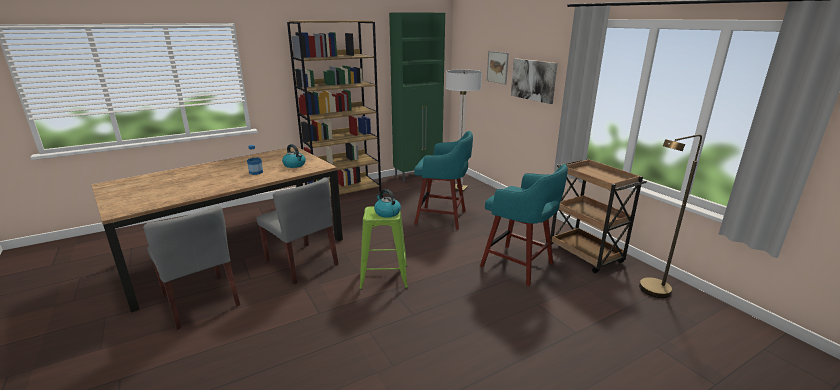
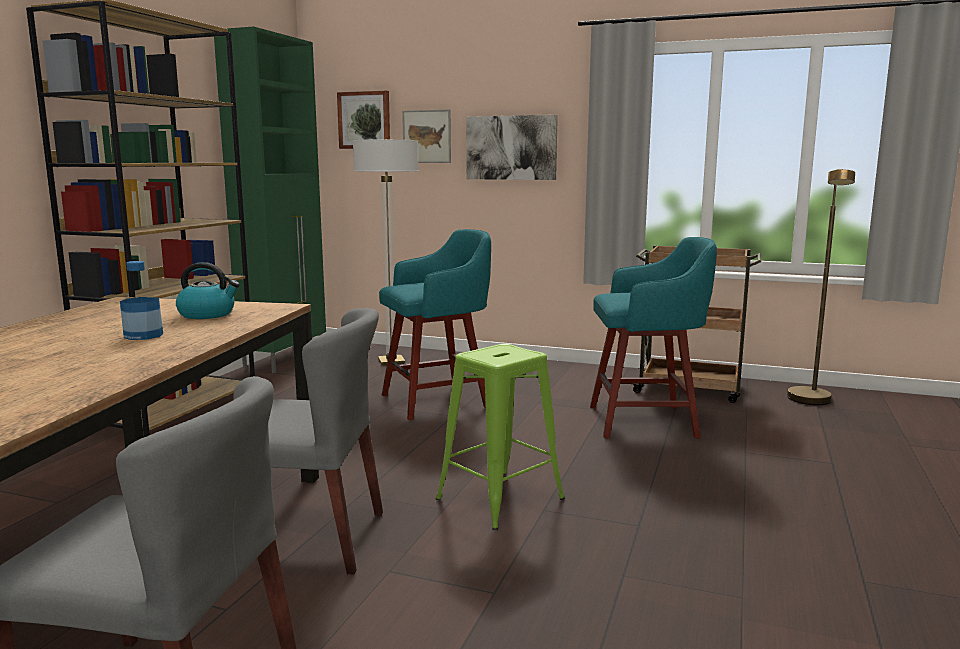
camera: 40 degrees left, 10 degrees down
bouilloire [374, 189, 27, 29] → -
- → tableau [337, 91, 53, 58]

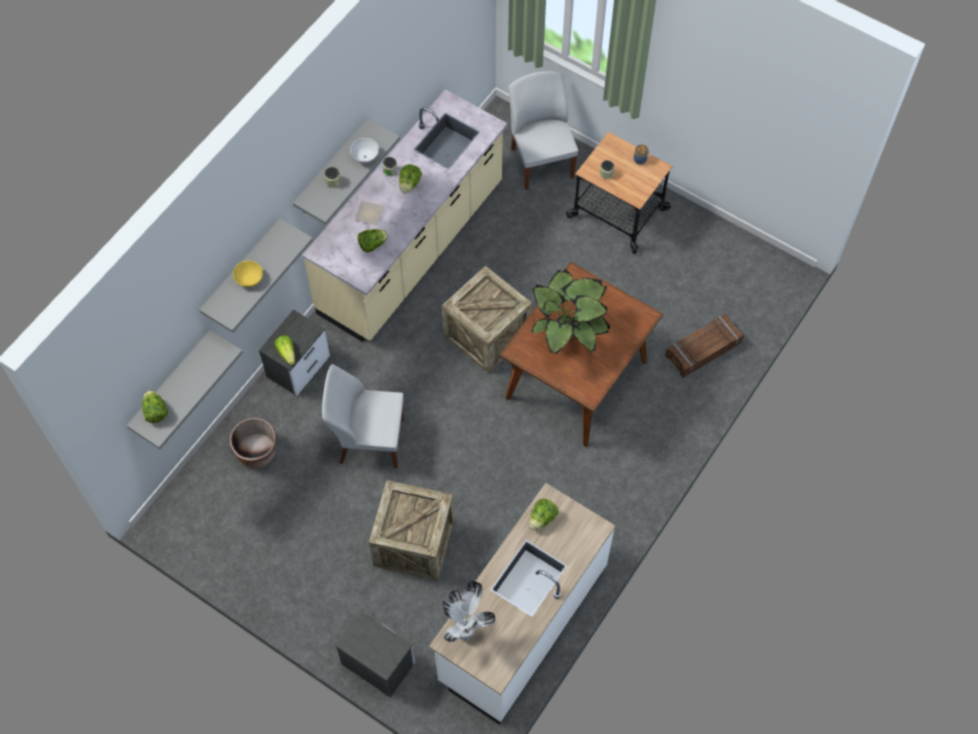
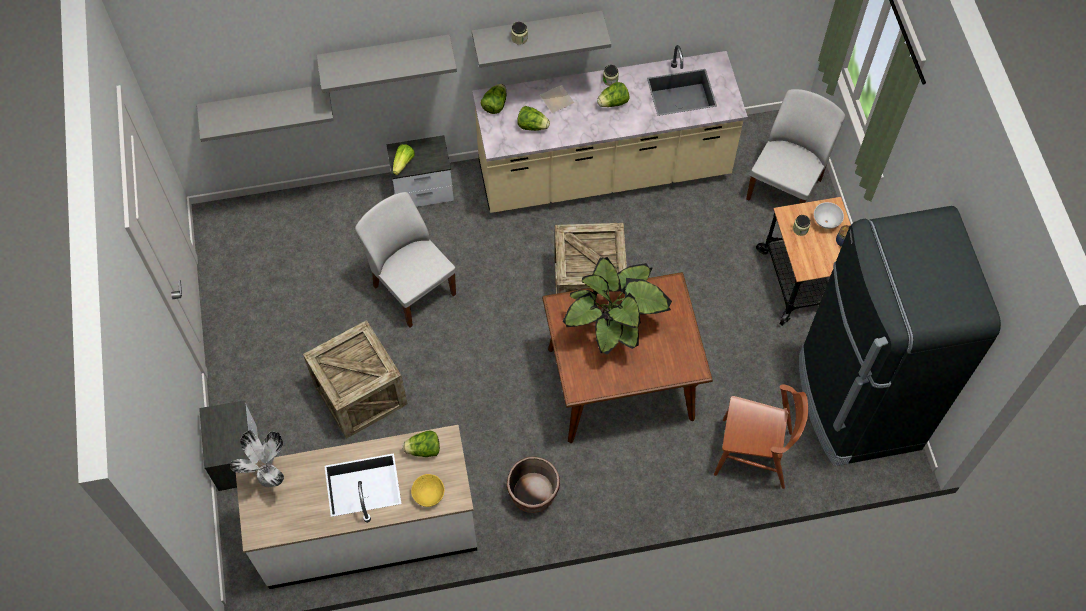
camera: 45 degrees right, 0 degrees up
laitue [142, 390, 26, 33] → laitue [481, 84, 25, 30], shifted
cache-pot [marron] [229, 418, 48, 50] → cache-pot [marron] [507, 457, 53, 56], shifted
bol [jaune] [233, 261, 30, 26] → bol [jaune] [411, 474, 33, 33], shifted
bol [blanc] [350, 138, 29, 25] → bol [blanc] [814, 202, 30, 27], shifted
caisse [665, 314, 79, 64] → chaise [marron] [714, 384, 94, 105]
- → réfrigérateur [noir] [799, 206, 202, 260]

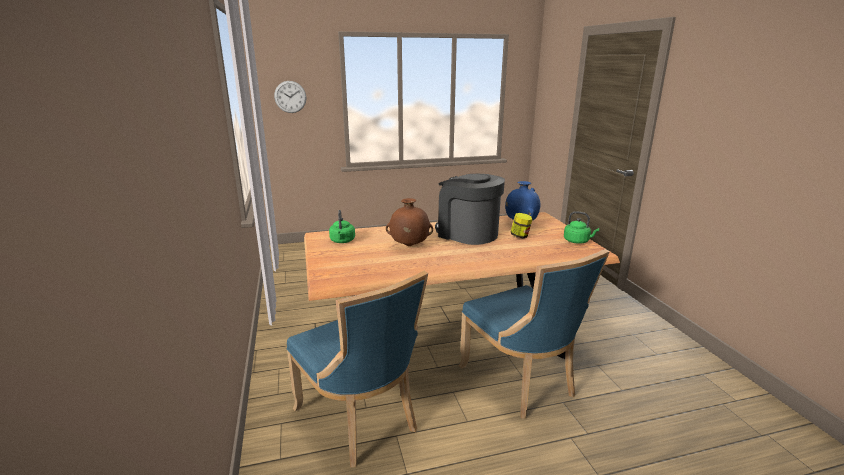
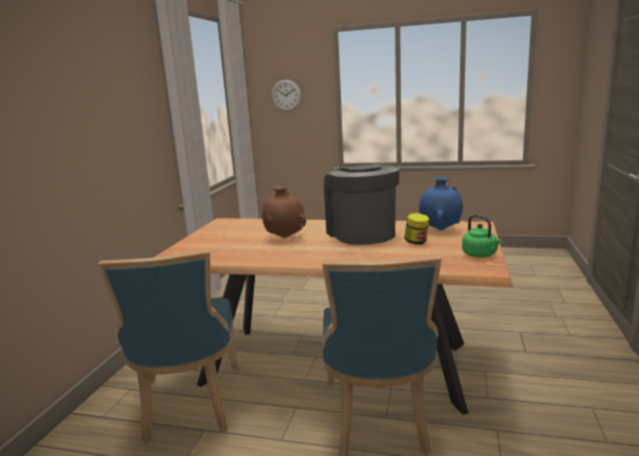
camera: 30 degrees right, 5 degrees down
bouilloire [vert] [329, 210, 26, 33] → -

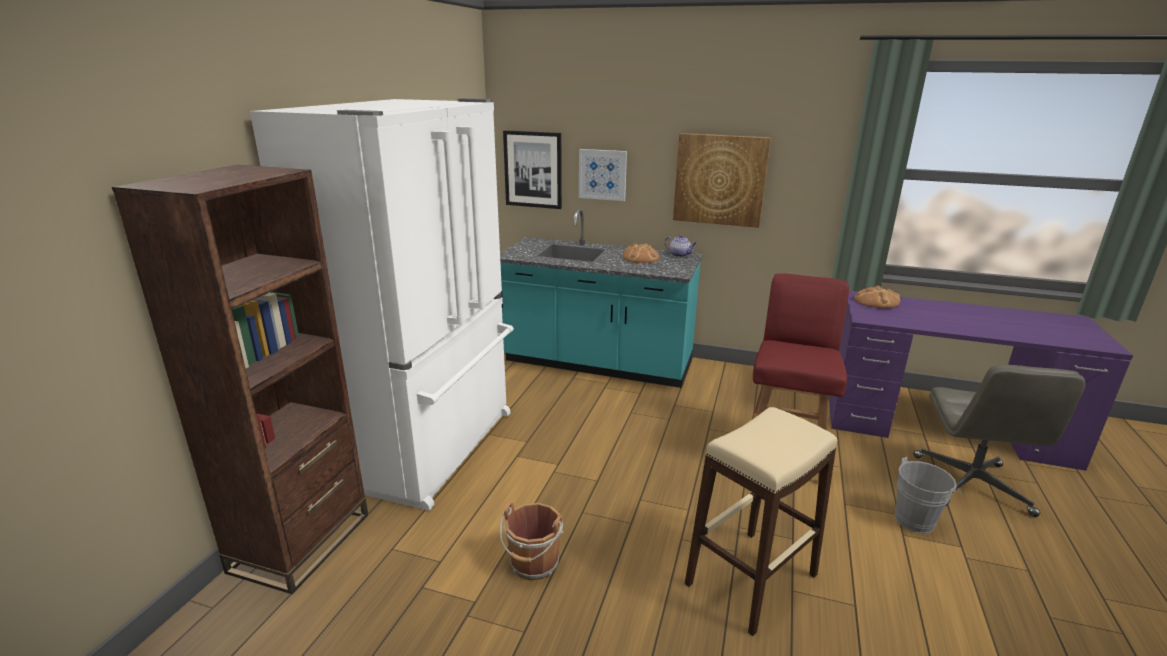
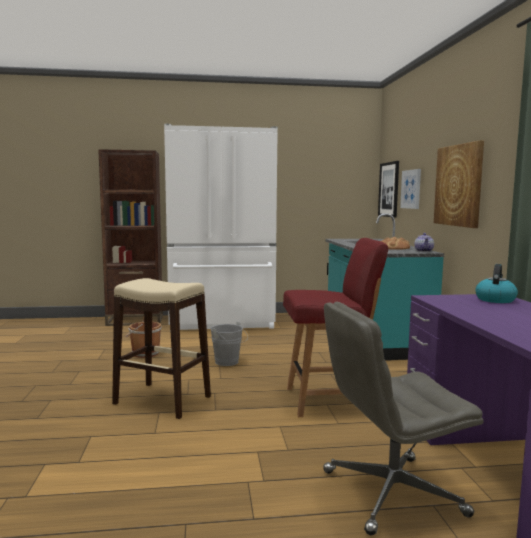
camera: 65 degrees right, 15 degrees down
pain [854, 286, 46, 23] → bouilloire [475, 264, 43, 39]
seau [gris] [895, 457, 67, 76] → seau [gris] [210, 322, 38, 44], shifted

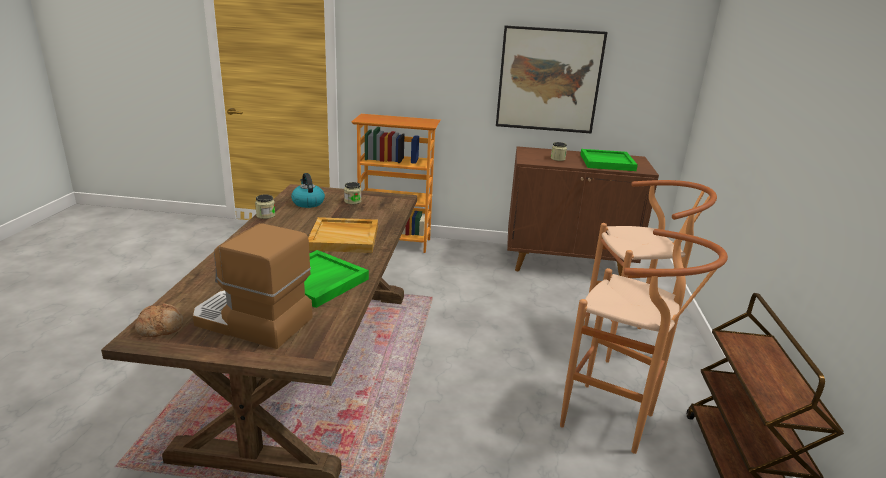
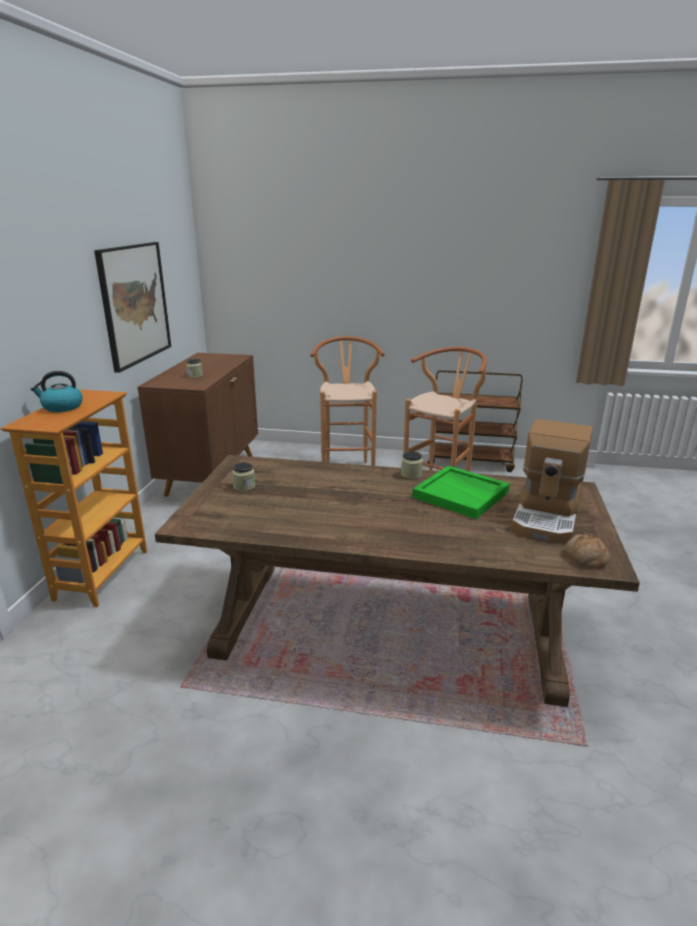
camera: 85 degrees left, 0 degrees up
bocal [255, 195, 20, 24] → bocal [401, 451, 22, 28], shifted
bouilloire [291, 173, 34, 35] → bouilloire [31, 371, 52, 41], shifted
plateau [beige] [308, 217, 70, 36] → -
plateau [vert] [580, 149, 58, 22] → -

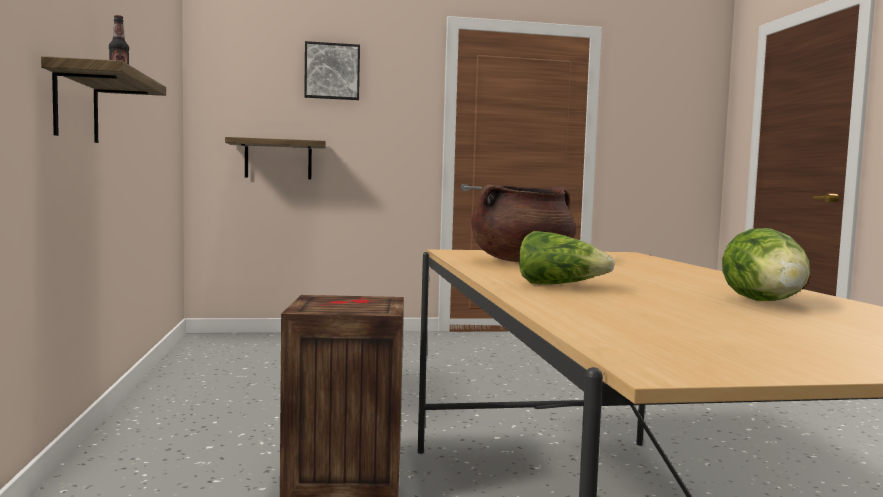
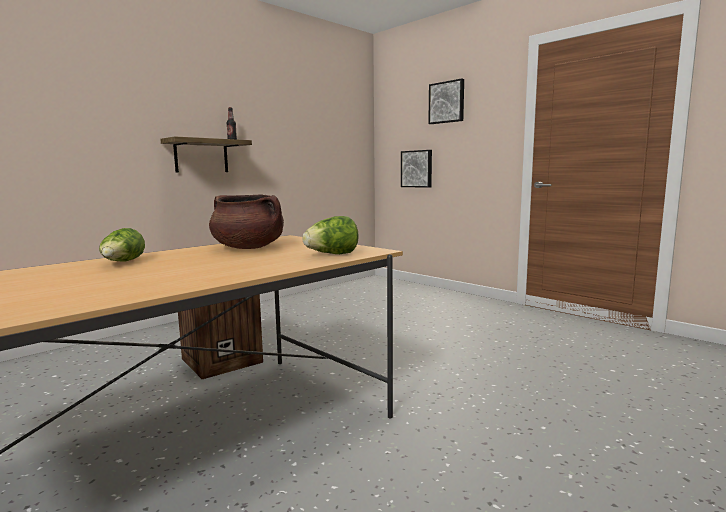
camera: 55 degrees right, 5 degrees up
étagère [225, 137, 101, 42] → tableau [401, 150, 31, 38]
laitue [722, 228, 88, 73] → laitue [302, 216, 57, 38], shifted

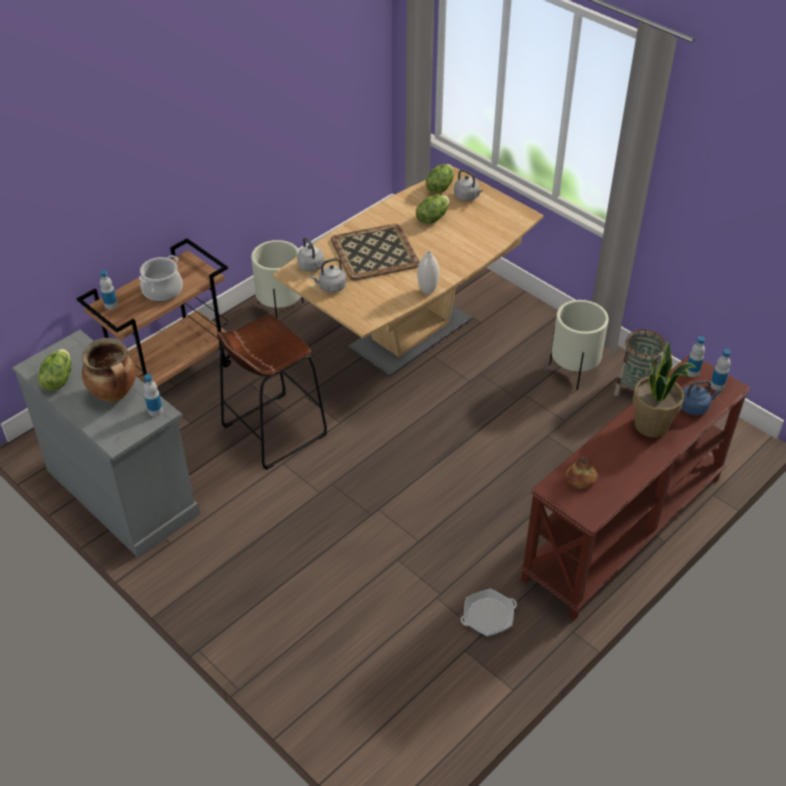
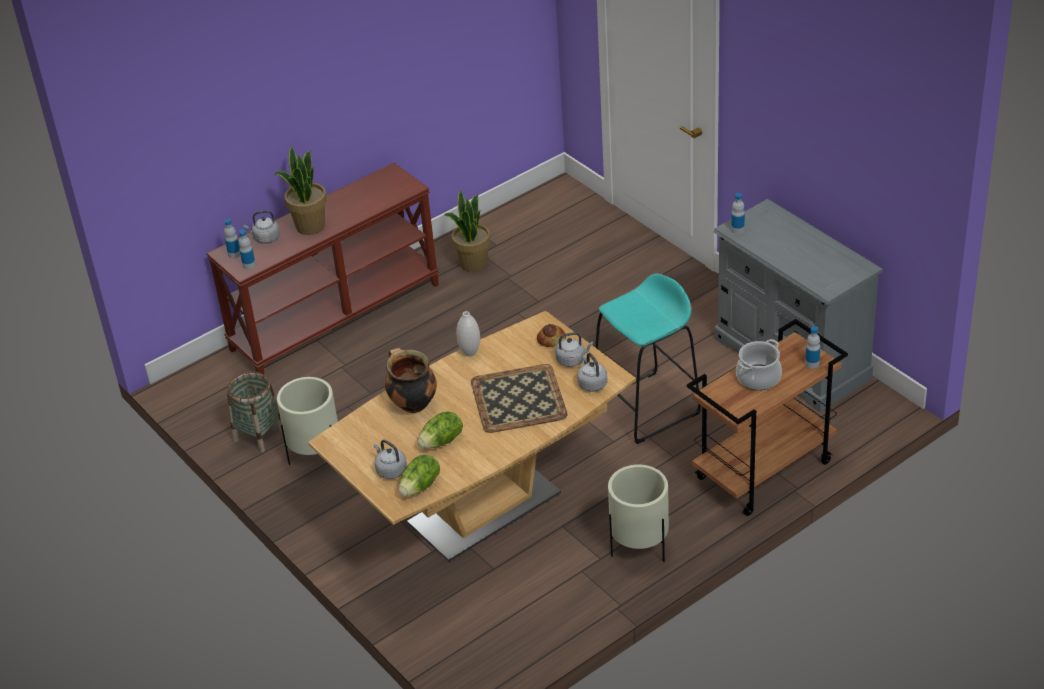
camera: 170 degrees left, 5 degrees down
laitue [37, 349, 34, 42] → -
marmite [82, 338, 54, 64] → marmite [385, 348, 52, 65], shifted
tabouret [marron] [217, 315, 110, 155] → tabouret [turquoise] [595, 273, 106, 171]
poêle [460, 589, 57, 47] → plante en pot [443, 190, 47, 82]
pain [565, 457, 33, 32] → pain [537, 324, 29, 23], shifted
bouilloire [bleu] [681, 380, 40, 35] → bouilloire [gris] [243, 210, 37, 34]

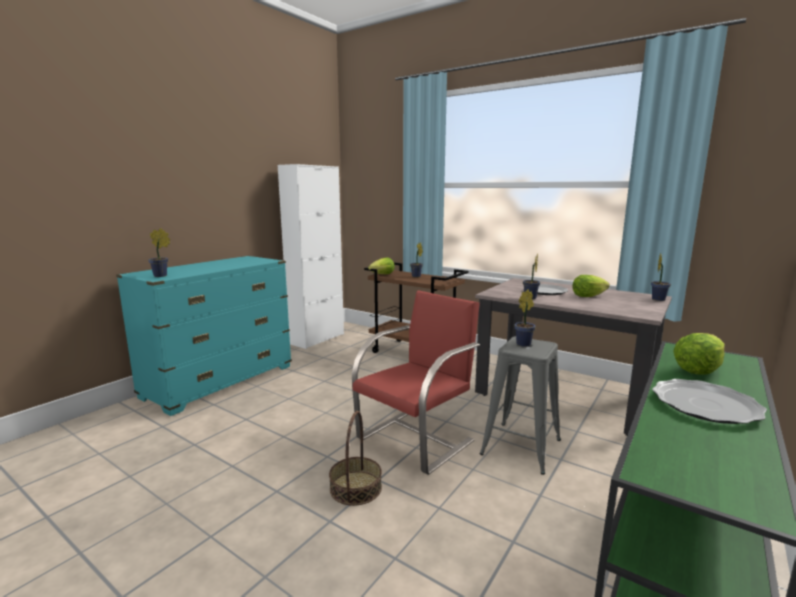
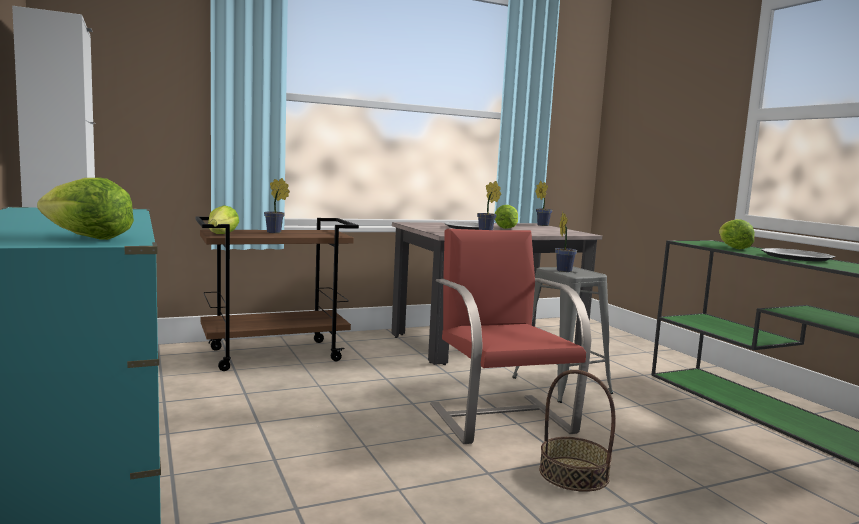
camera: 60 degrees left, 5 degrees down
plante en pot [148, 228, 22, 49] → laitue [37, 178, 97, 62]

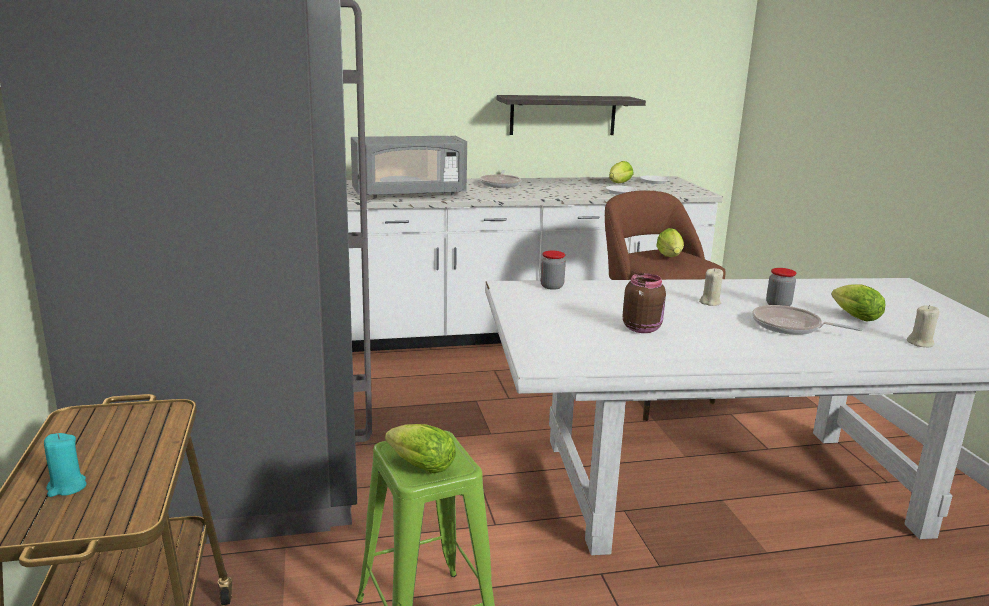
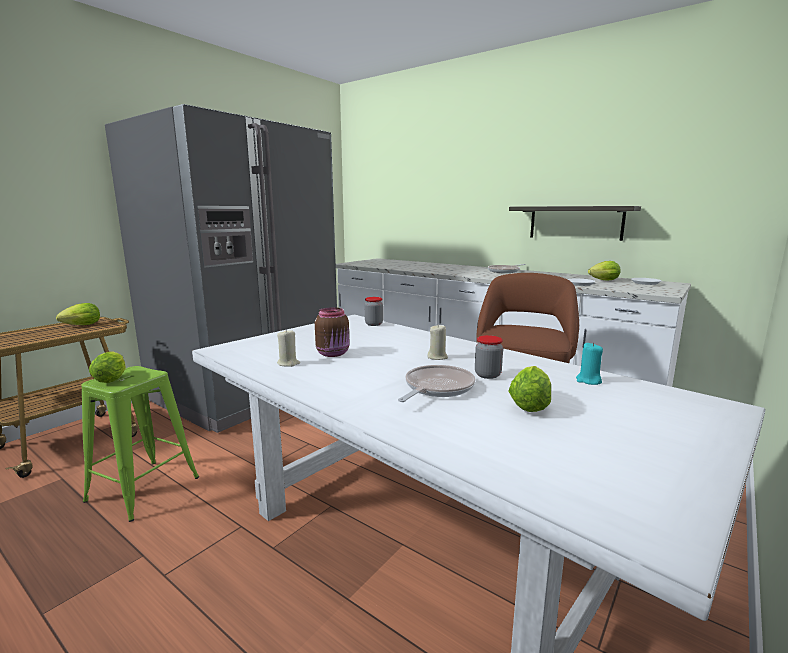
camera: 50 degrees right, 5 degrees down
bougie [turquoise] [44, 433, 43, 64] → bougie [turquoise] [576, 342, 27, 43], shifted
micro-ondes [gris] [351, 136, 116, 62] → -
laitue [656, 228, 28, 29] → laitue [56, 303, 44, 22], shifted
poêle [752, 305, 111, 30] → poêle [398, 365, 77, 37], 45 degrees clockwise
bougie [beige] [907, 305, 32, 42] → bougie [beige] [277, 329, 23, 38], shifted

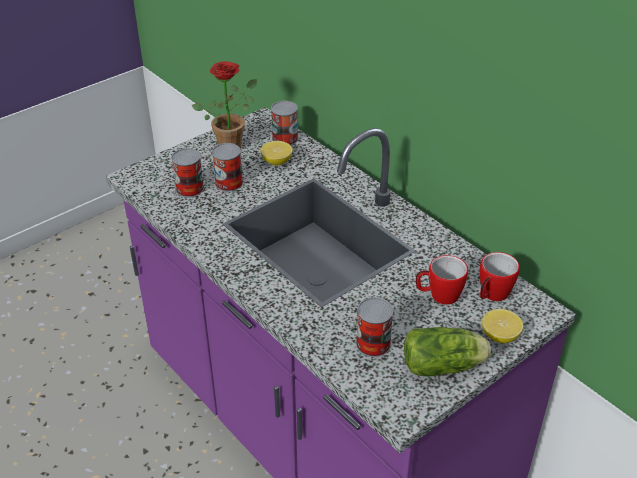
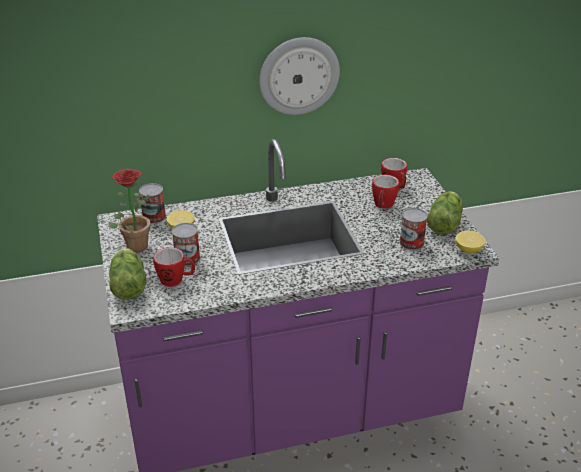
camera: 65 degrees left, 5 degrees down
boîte métallique [171, 148, 33, 49] → mug [153, 247, 42, 40]
citron [482, 309, 41, 34] → citron [456, 231, 30, 23], shifted
- → laitue [109, 248, 37, 52]
- → horloge murale [259, 37, 81, 78]

